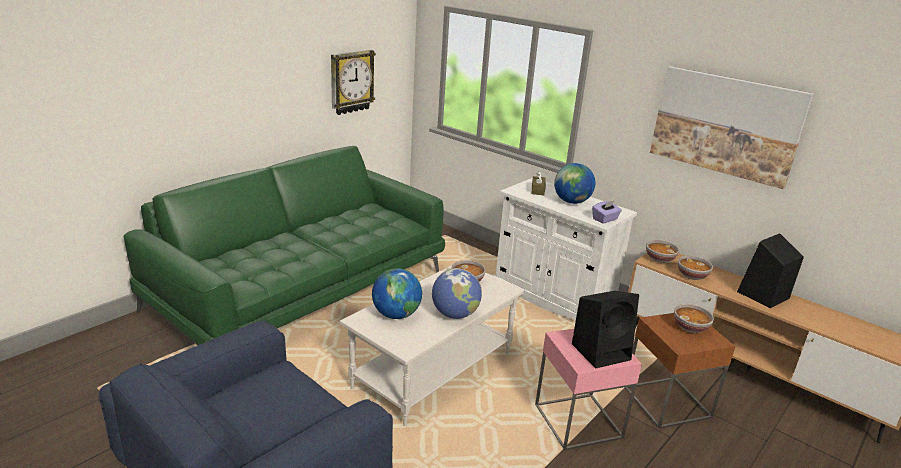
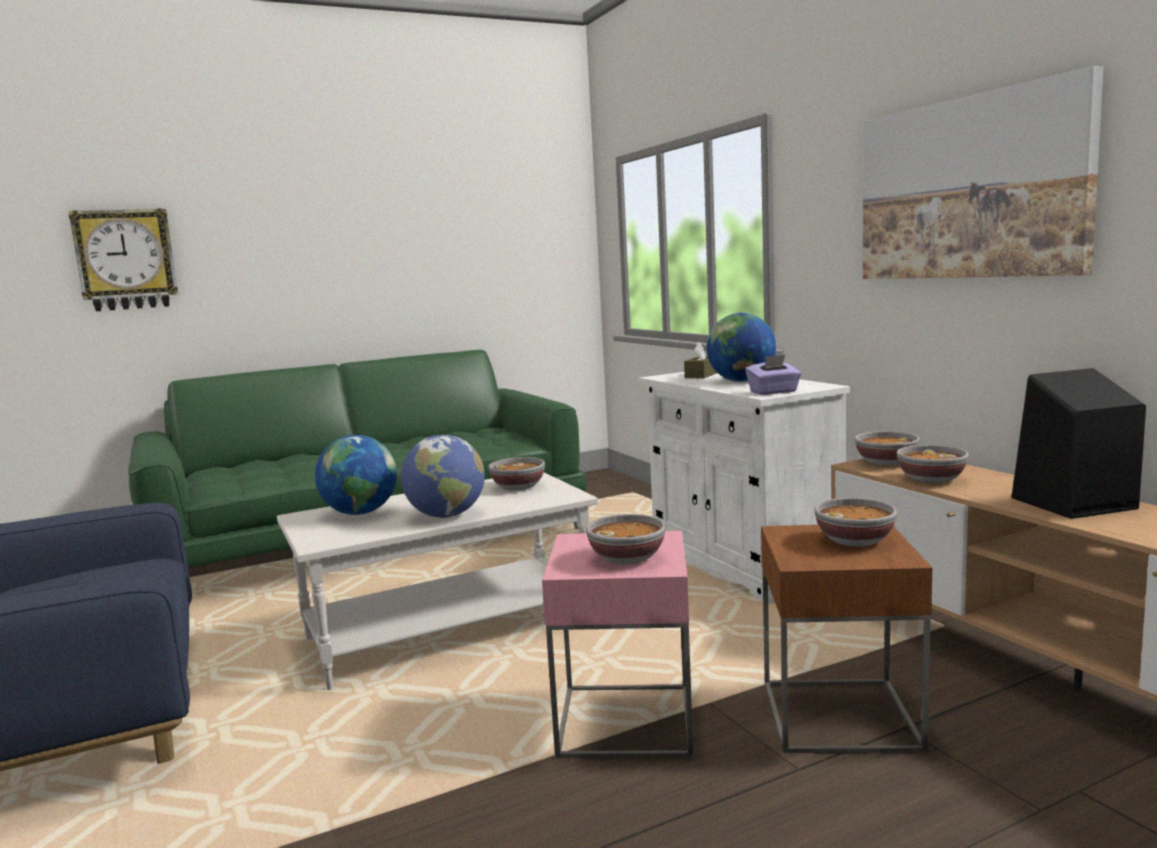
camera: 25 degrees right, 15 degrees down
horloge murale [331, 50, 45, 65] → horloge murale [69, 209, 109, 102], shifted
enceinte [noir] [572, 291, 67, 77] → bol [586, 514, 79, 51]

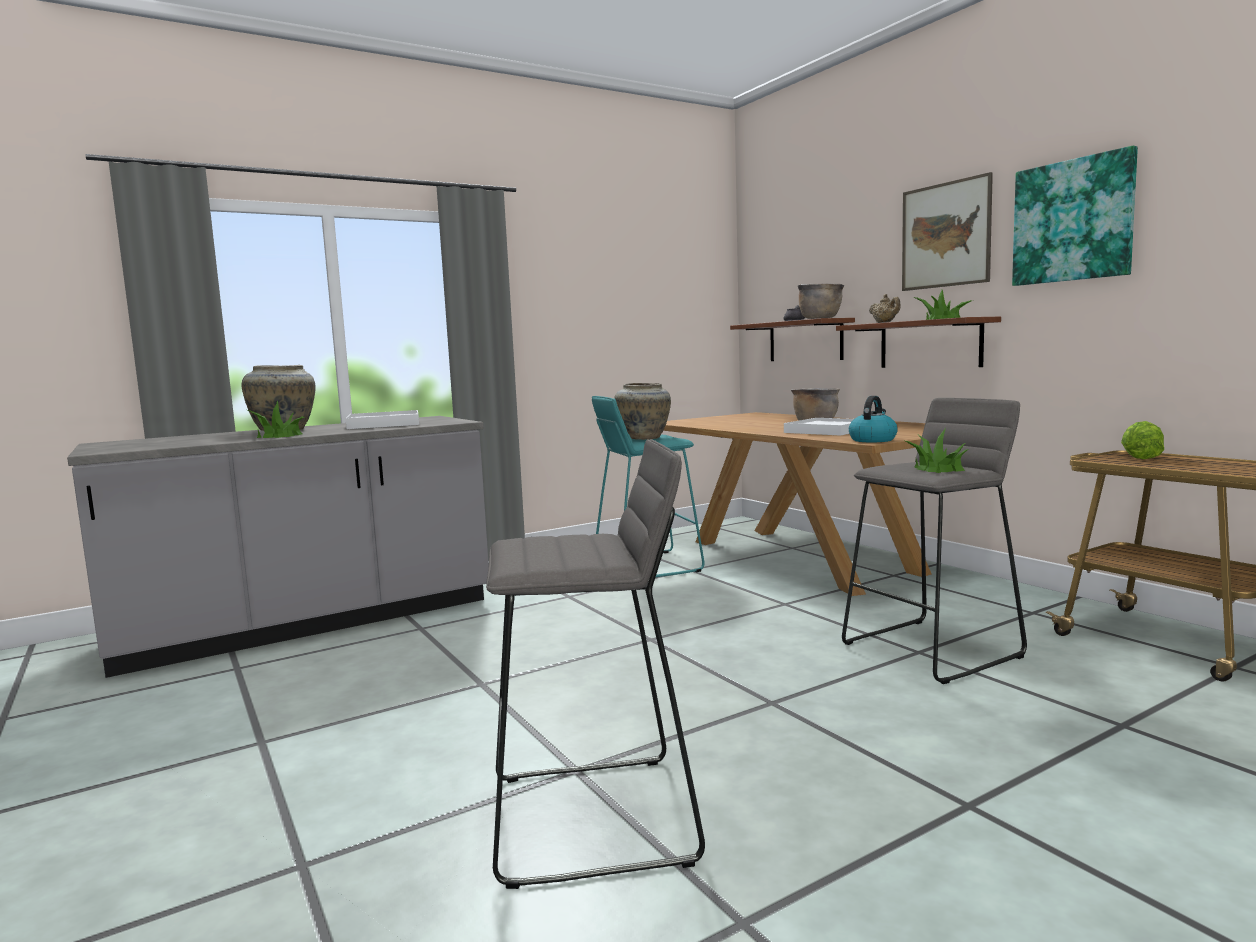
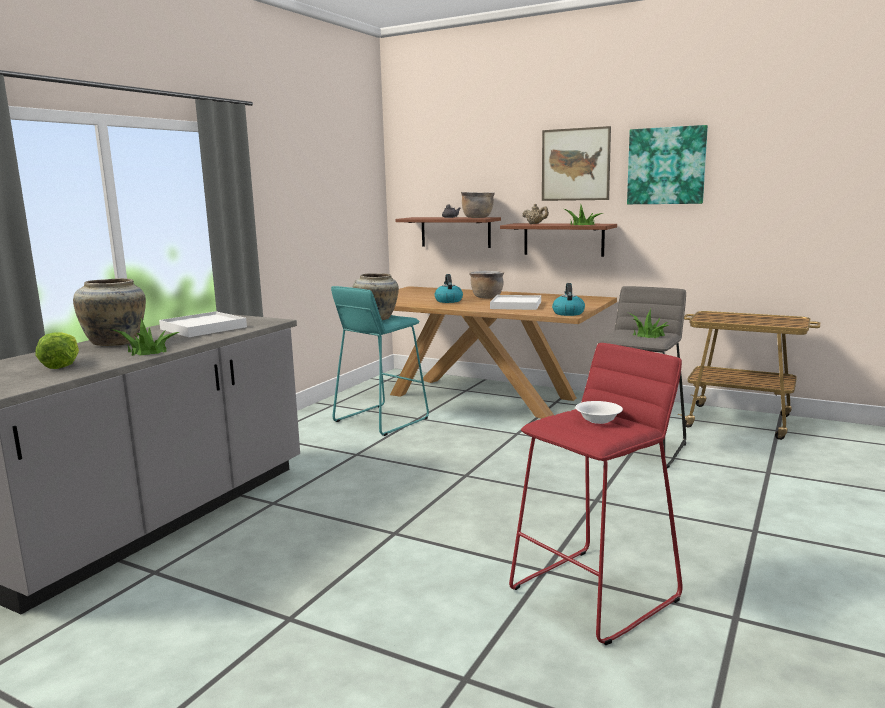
camera: 30 degrees left, 5 degrees up
tabouret [gris] [486, 439, 219, 450] → tabouret [rouge] [509, 343, 174, 302]
laitue [1121, 421, 43, 38] → laitue [35, 332, 44, 37], shifted
- → bouilloire [435, 274, 28, 29]
- → bol [blanc] [575, 401, 48, 23]

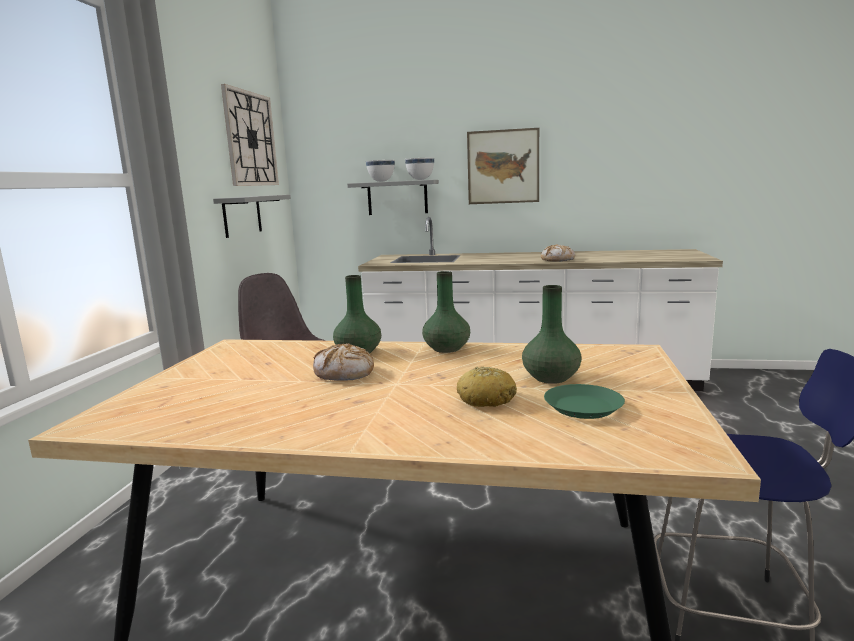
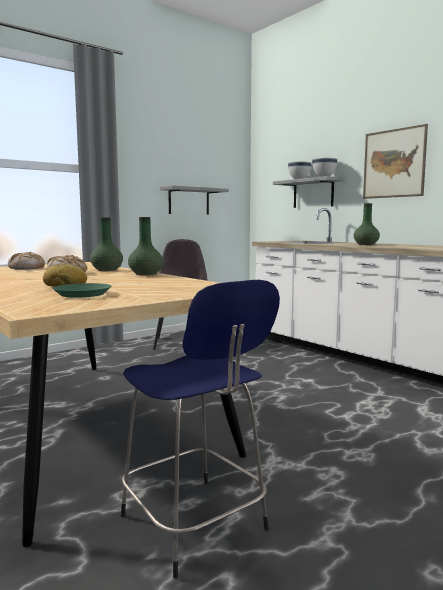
camera: 40 degrees right, 5 degrees down
horloge murale [221, 84, 58, 102] → -
vase [vert] [522, 285, 60, 99] → vase [vert] [353, 203, 27, 42], shifted
pain [541, 244, 34, 18] → pain [8, 252, 37, 18], shifted

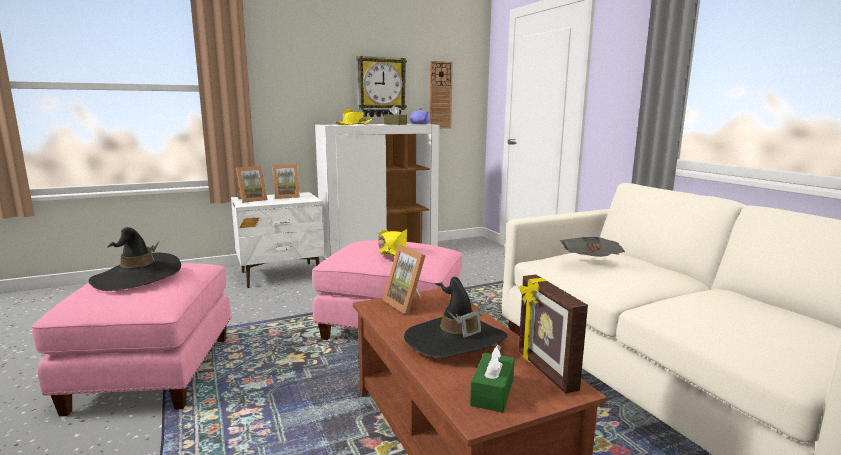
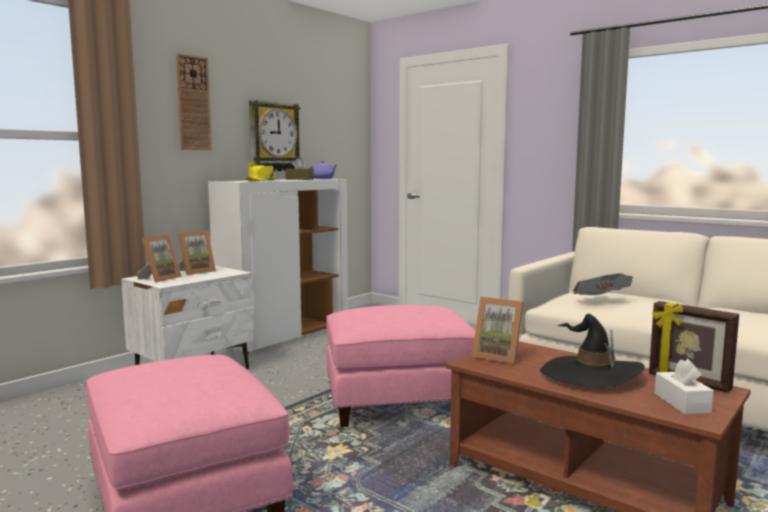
camera: 25 degrees left, 5 degrees down
chapeau [noir] [89, 227, 92, 64] → -
chapeau [jaune] [379, 229, 28, 27] → -
horloge murale [429, 61, 24, 68] → horloge murale [176, 53, 36, 97], shifted
boîte à mouchoirs [vert] [470, 345, 45, 68] → boîte à mouchoirs [blanc] [655, 359, 59, 55]

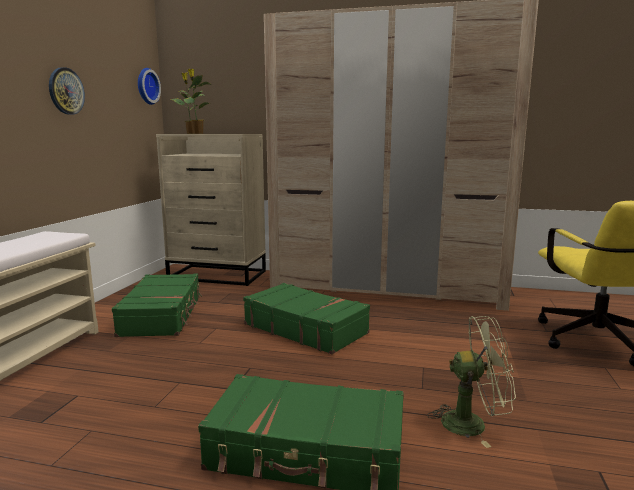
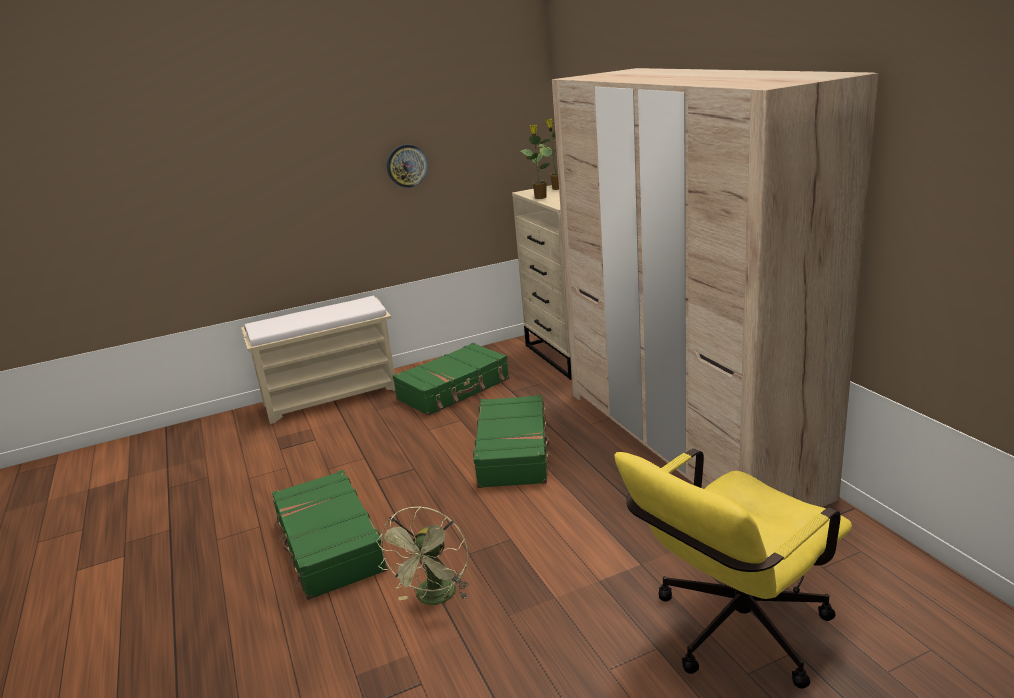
camera: 55 degrees right, 10 degrees up
horloge murale [138, 68, 23, 37] → -
ventilateur [vert] [427, 316, 89, 132] → ventilateur [vert] [376, 506, 93, 99], 45 degrees clockwise

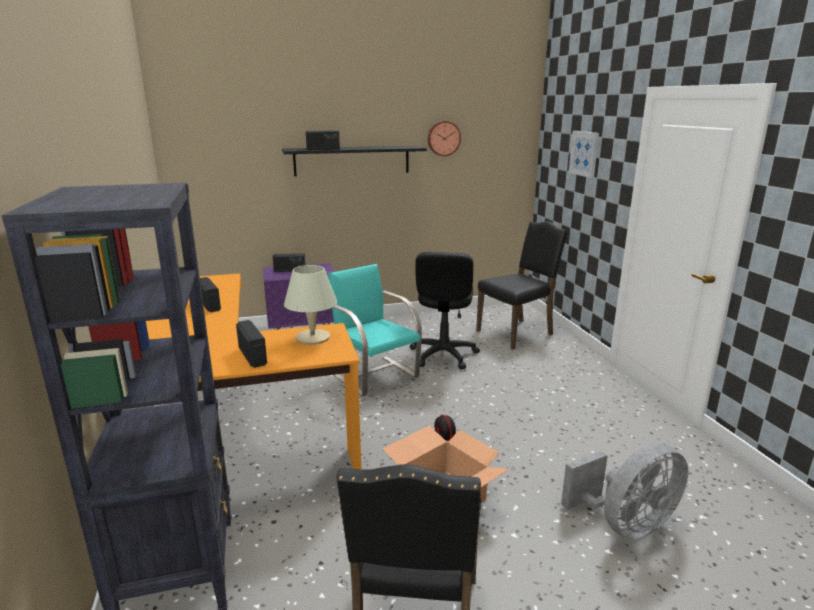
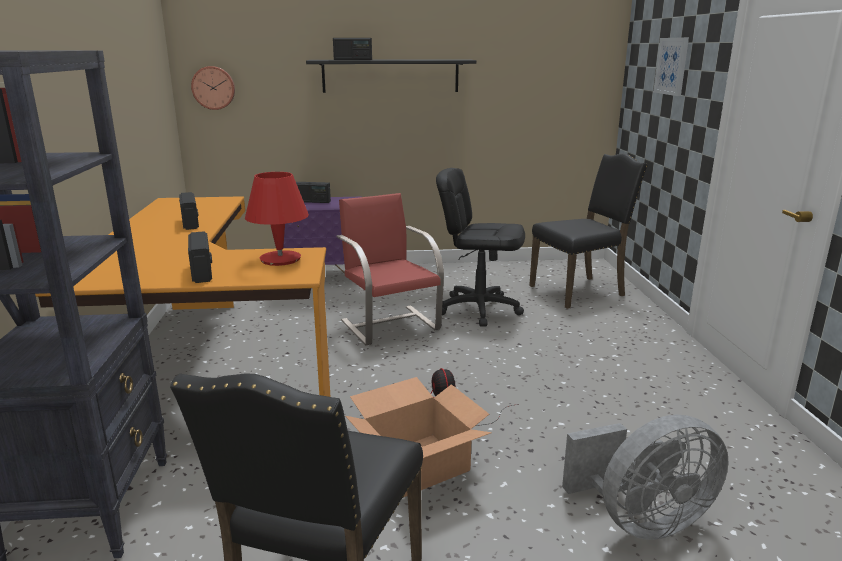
camera: 10 degrees right, 0 degrees up
lampe de table [beige] [284, 265, 53, 80] → lampe de table [rouge] [245, 172, 64, 94]
chaise [turquoise] [328, 264, 94, 132] → chaise [rouge] [336, 193, 108, 153]
chaise de bureau [noir] [410, 252, 70, 117] → chaise de bureau [noir] [436, 168, 89, 159], 90 degrees clockwise
horloge murale [428, 121, 33, 35] → horloge murale [191, 66, 44, 44], shifted

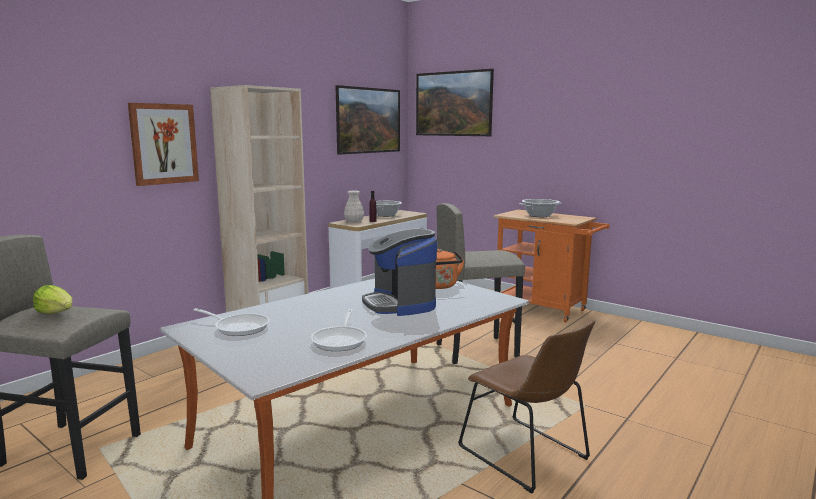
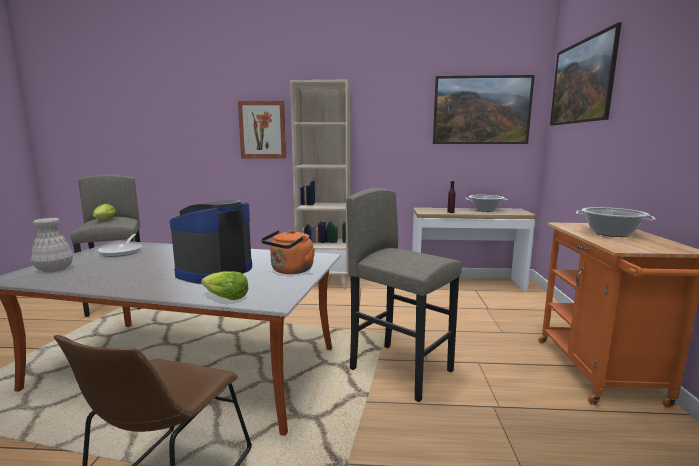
camera: 55 degrees right, 0 degrees up
poêle [311, 309, 56, 43] → -
vase [blanc] [344, 191, 20, 32] → vase [blanc] [31, 218, 42, 55], shifted
- → laitue [201, 271, 47, 29]

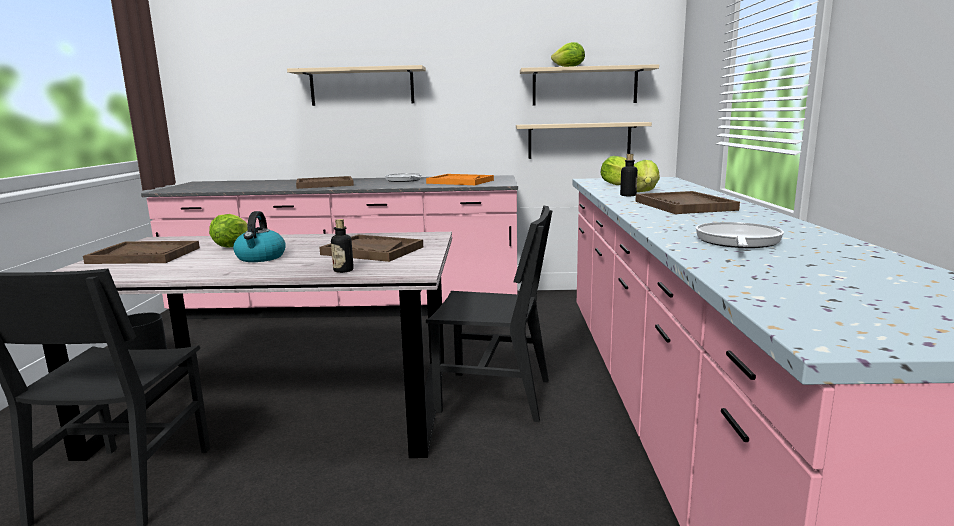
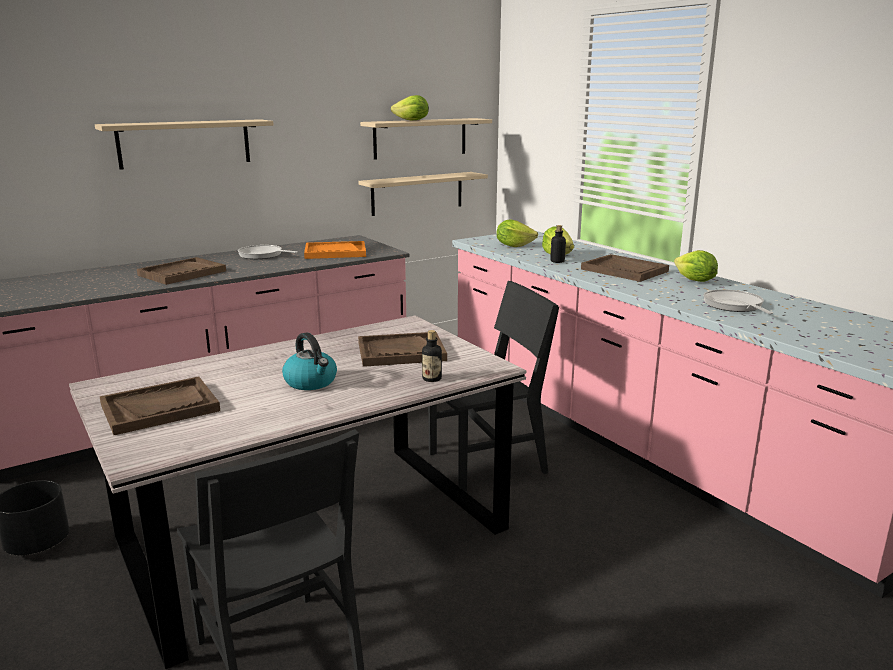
camera: 35 degrees left, 5 degrees up
laitue [209, 214, 39, 34] → laitue [674, 250, 44, 32], shifted

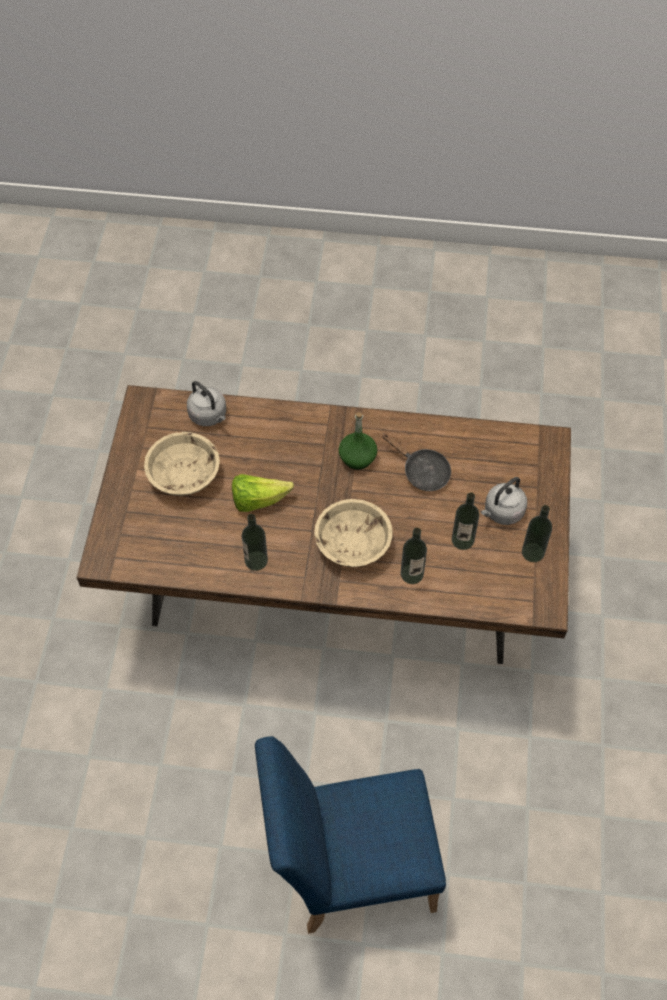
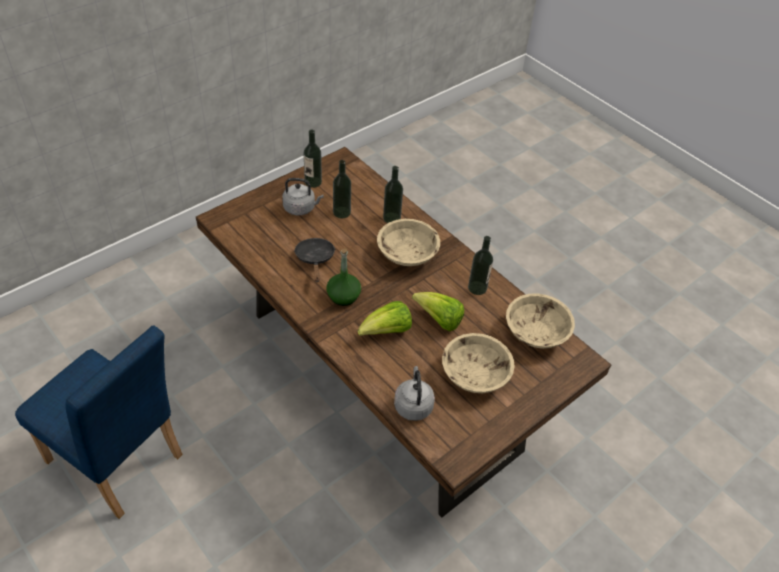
camera: 140 degrees left, 10 degrees down
chaise [bleu] [255, 736, 191, 198] → chaise [bleu] [15, 326, 168, 193], shifted
- → laitue [358, 301, 54, 35]
- → bol [beige] [506, 293, 69, 56]

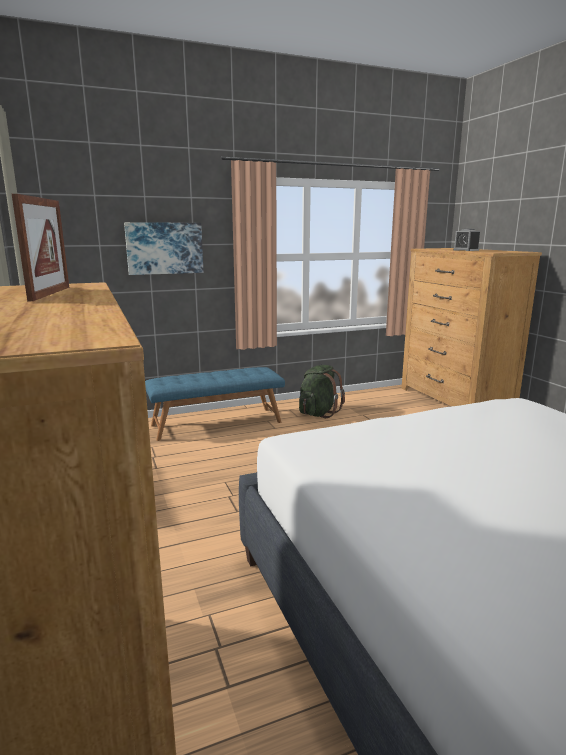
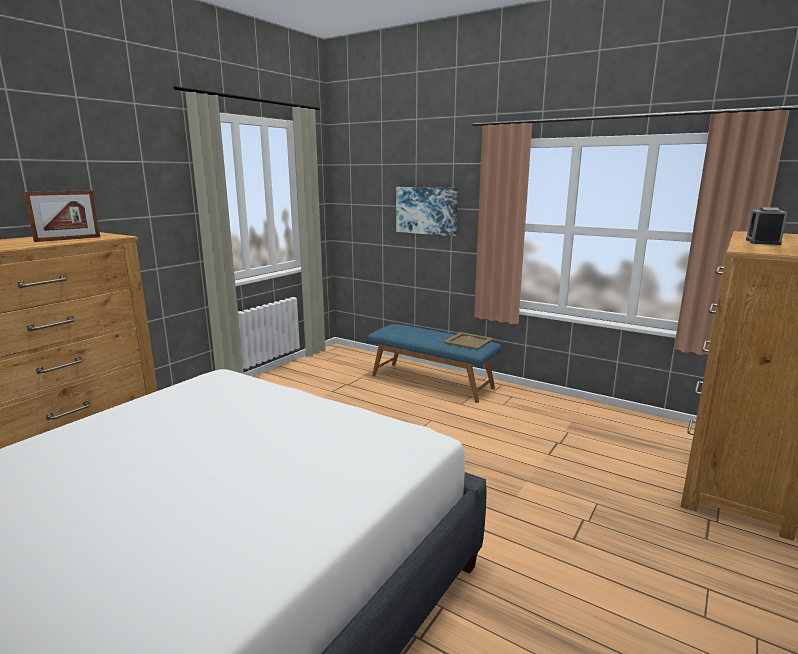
camera: 55 degrees right, 0 degrees up
sac à dos [vert] [299, 365, 46, 53] → -
- → plateau [beige] [443, 332, 51, 18]

